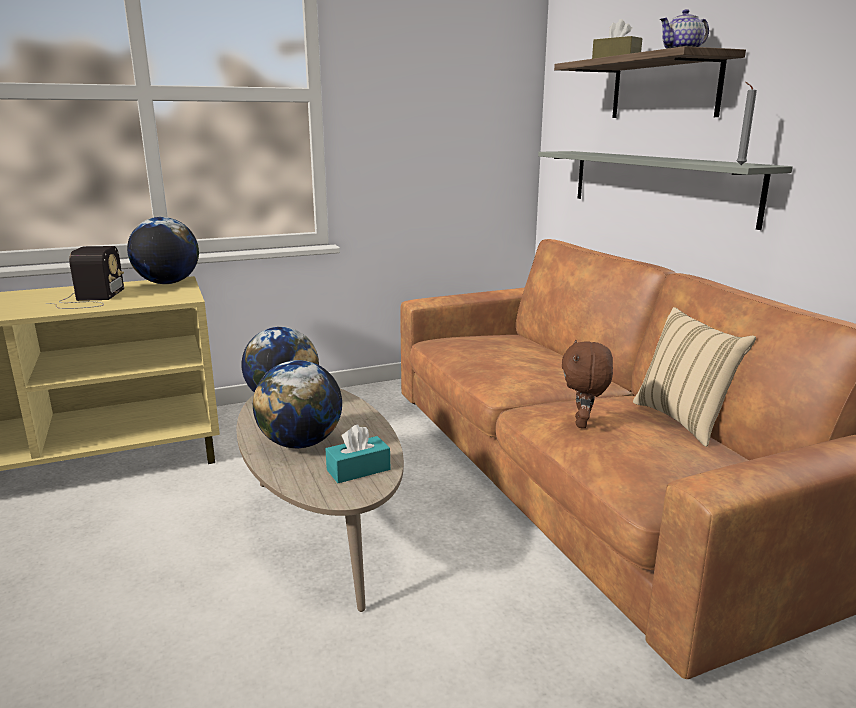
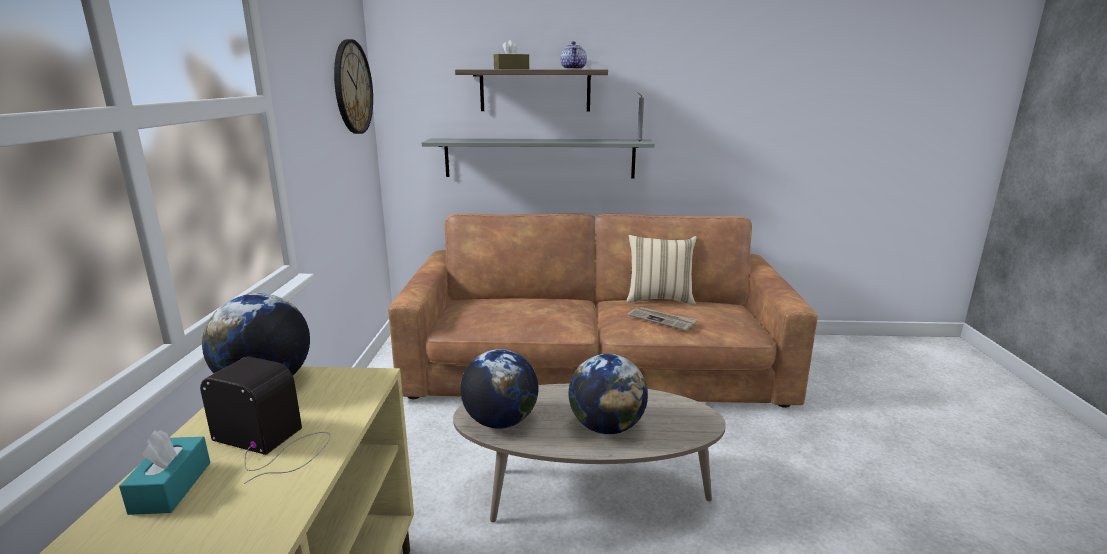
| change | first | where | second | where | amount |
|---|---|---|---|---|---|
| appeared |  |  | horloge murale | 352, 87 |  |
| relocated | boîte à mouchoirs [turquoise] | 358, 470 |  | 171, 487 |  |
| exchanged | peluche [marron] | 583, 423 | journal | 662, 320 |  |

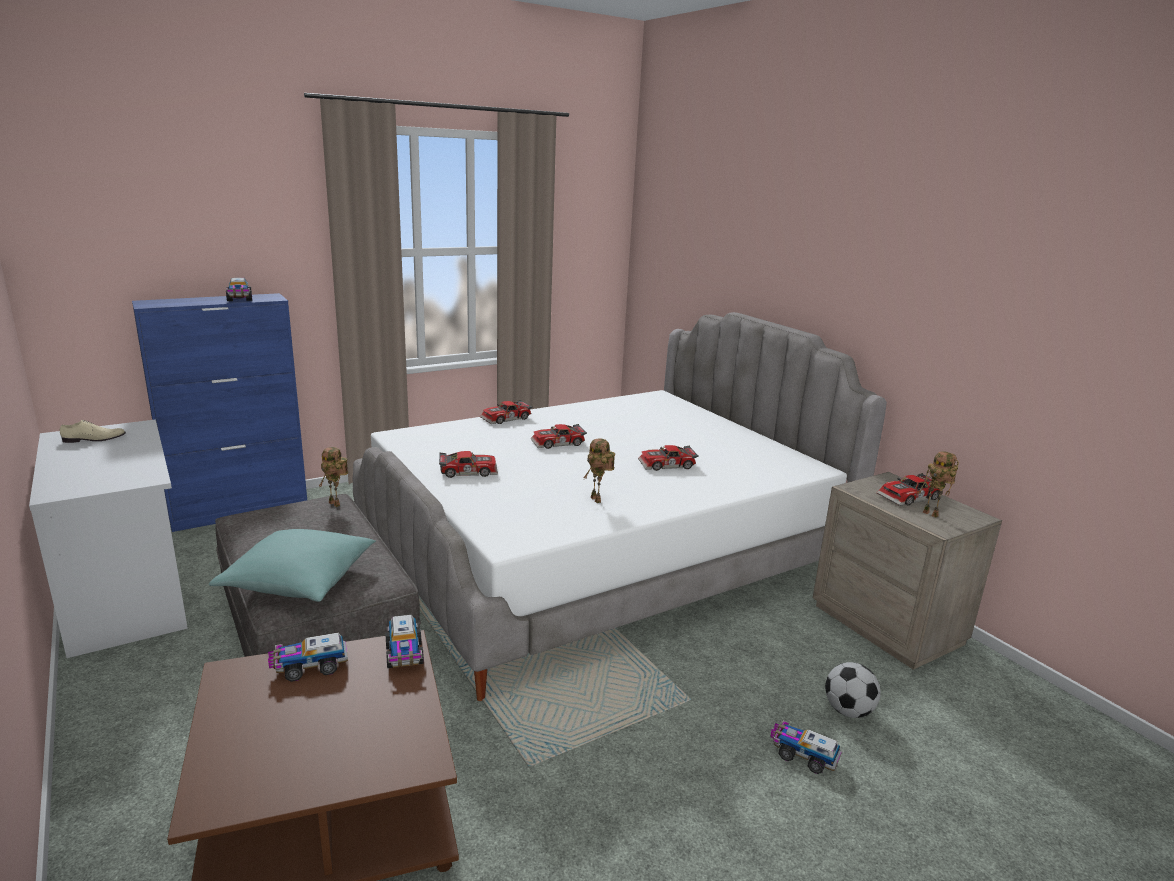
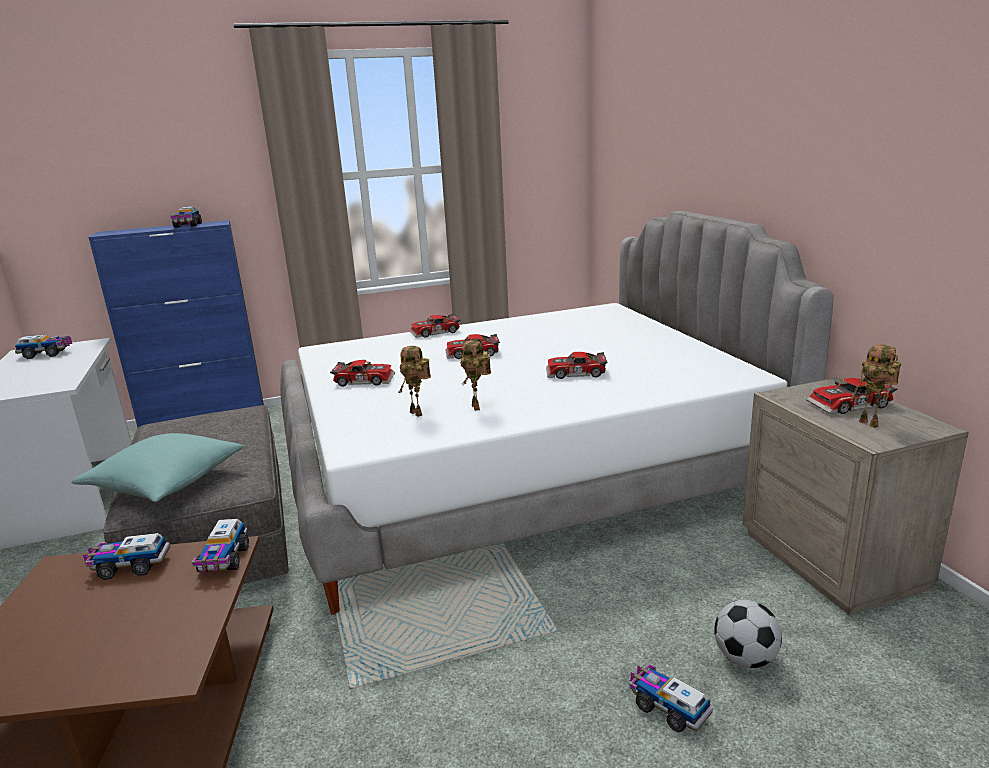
| change | first | where | second | where | amount |
|---|---|---|---|---|---|
| relocated | robot jouet | 336, 504 |  | 418, 413 |  |
| exchanged | chaussure [beige] | 94, 439 | camion jouet | 47, 354 |  |

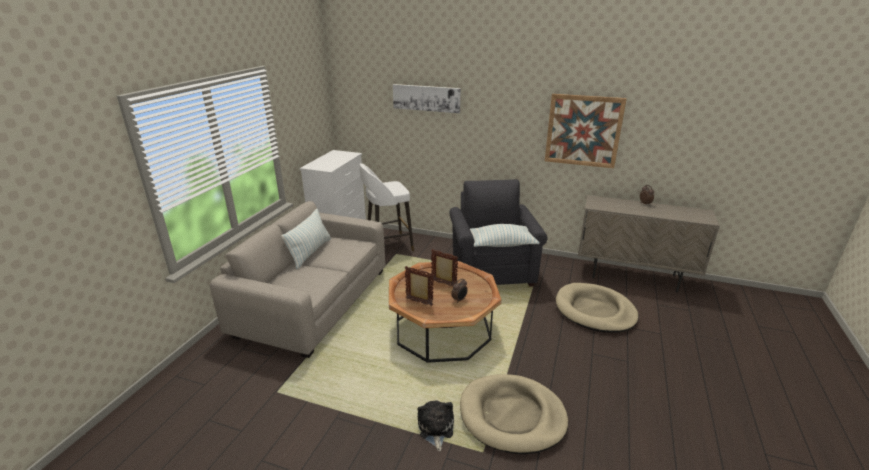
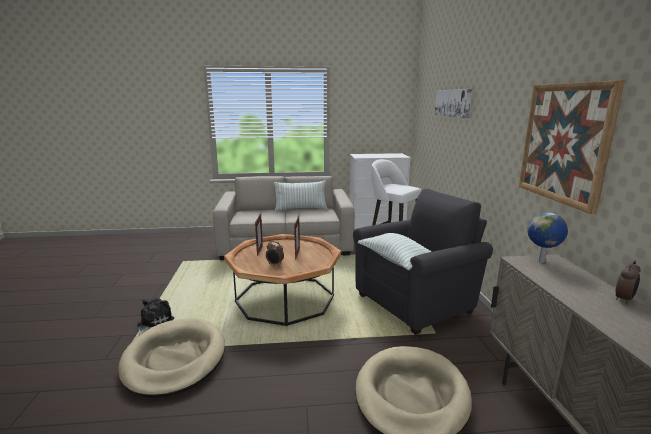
| change | first | where | second | where | amount |
|---|---|---|---|---|---|
| appeared |  |  | globe | 542, 261 |  |
| spun | peluche | 435, 429 |  | 153, 323 | 45 degrees counterclockwise |

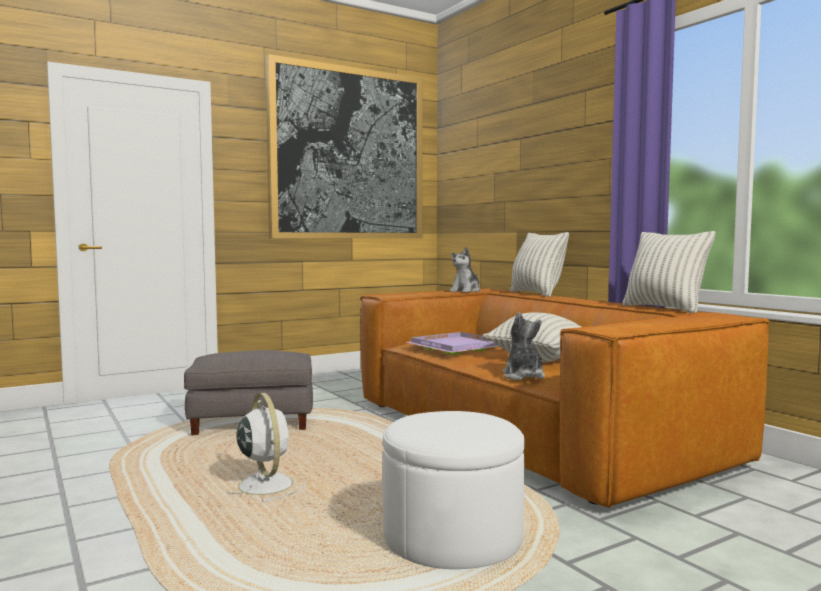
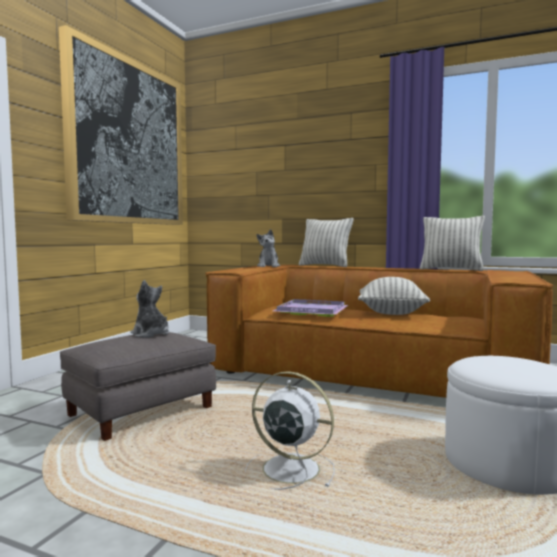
| change | first | where | second | where | amount |
|---|---|---|---|---|---|
| relocated | peluche | 523, 376 |  | 150, 334 |  |

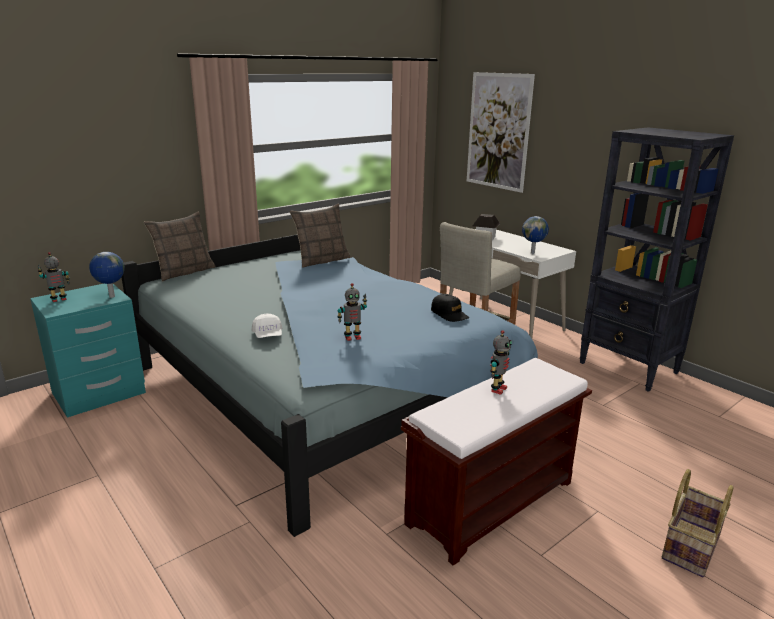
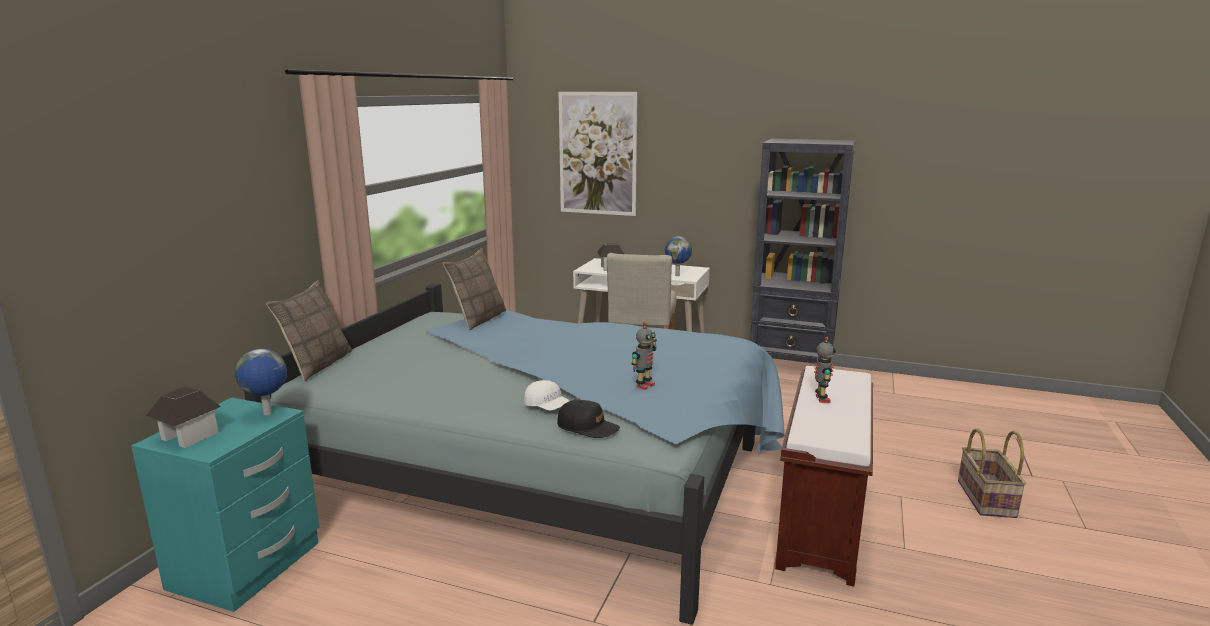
| change | first | where | second | where | amount |
|---|---|---|---|---|---|
| relocated | casquette [noir] | 449, 314 |  | 588, 427 |  |
| exchanged | robot jouet | 59, 300 | maison miniature | 189, 436 |  |

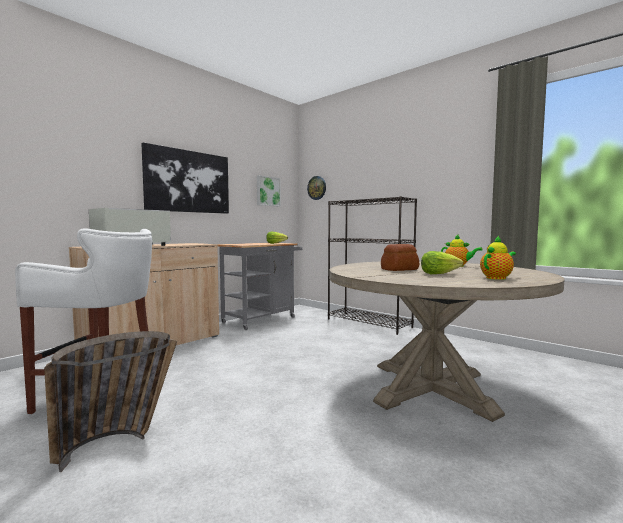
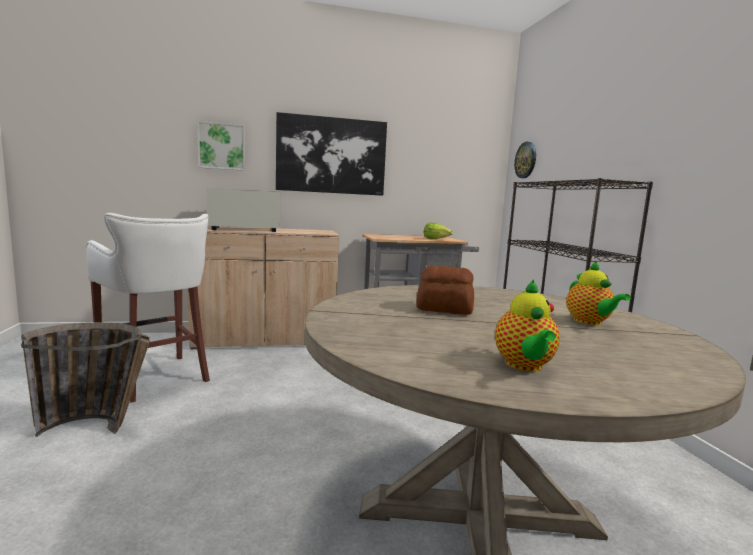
| change | first | where | second | where | amount |
|---|---|---|---|---|---|
| missing | laitue | 439, 274 |  |  |  |
| relocated | tableau | 267, 191 |  | 221, 146 |  |
| spun | théière | 497, 278 |  | 524, 366 | 90 degrees clockwise |

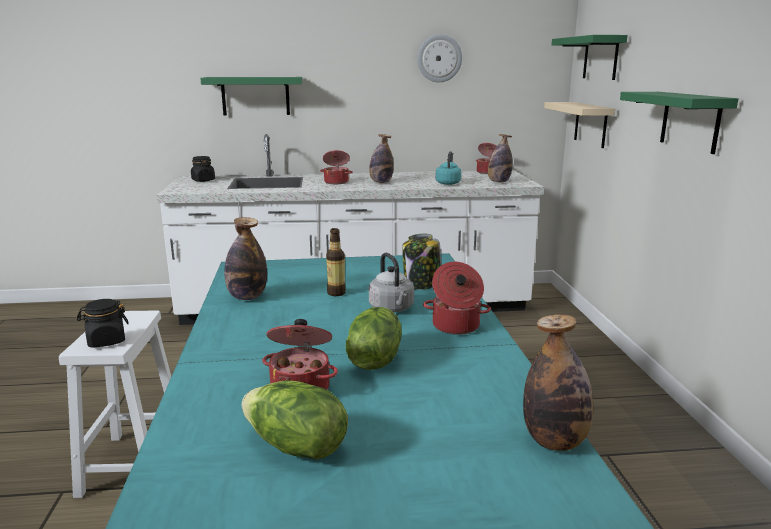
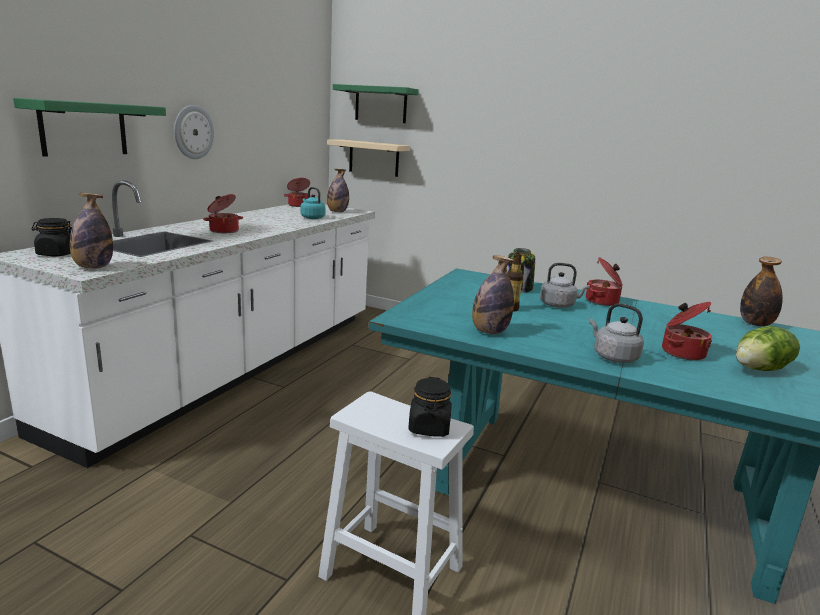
| change | first | where | second | where | amount |
|---|---|---|---|---|---|
| missing | laitue | 374, 359 |  |  |  |
| missing | étagère [vert] | 690, 121 |  |  |  |
| appeared |  |  | bouilloire [gris] | 613, 357 |  |
| relocated | bouteille | 381, 182 |  | 93, 267 |  |
| relocated | horloge murale | 439, 58 |  | 193, 132 |  |

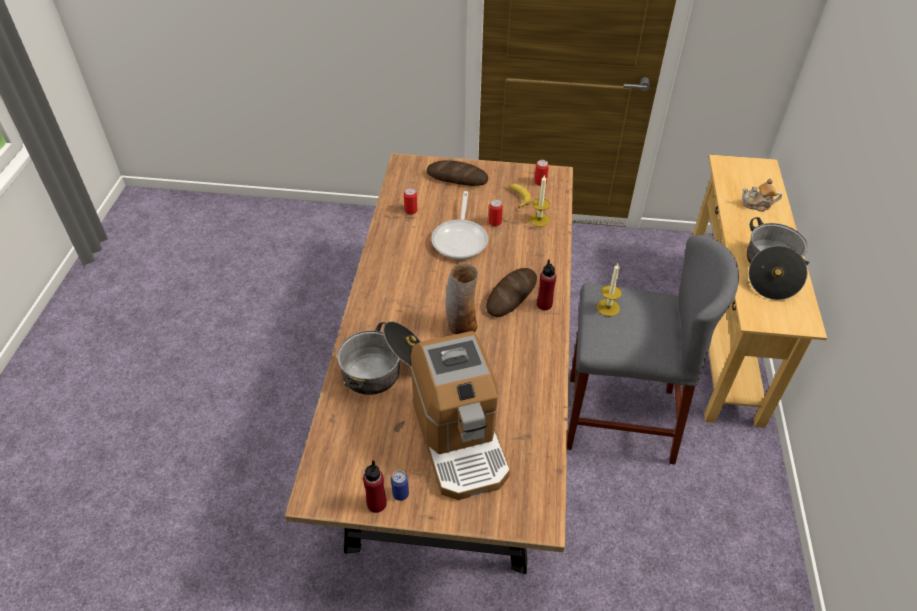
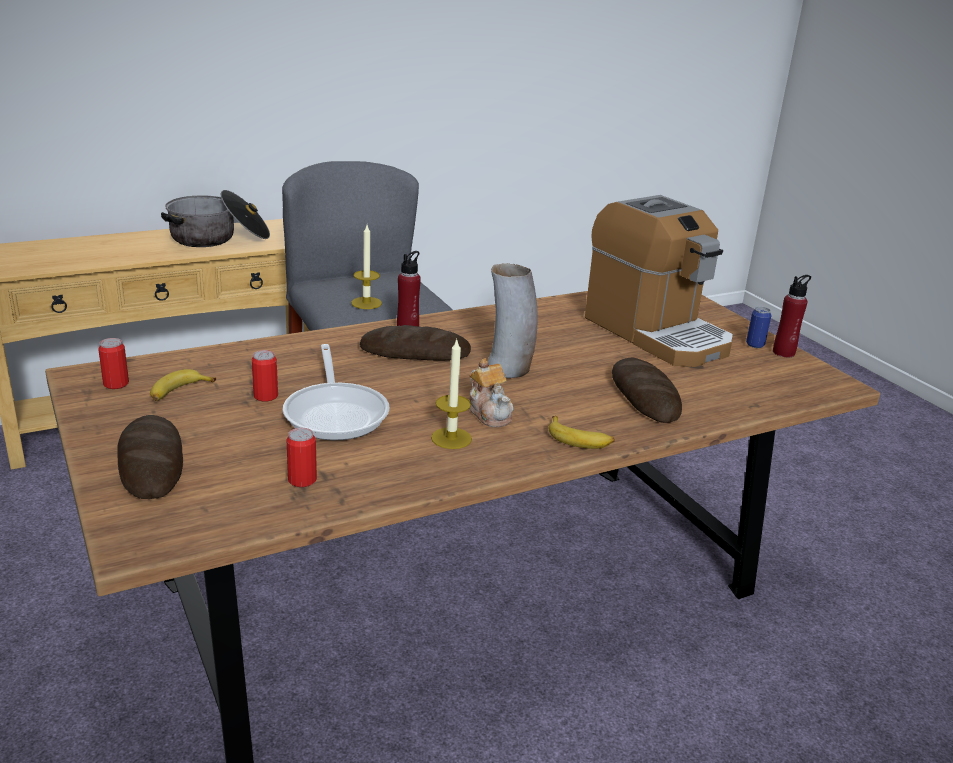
| change | first | where | second | where | amount |
|---|---|---|---|---|---|
| appeared |  |  | banane | 579, 439 |  |
| relocated | bougie | 539, 219 |  | 451, 438 |  |
| relocated | théière | 757, 205 |  | 490, 413 |  |
| exchanged | marmite | 384, 369 | pain | 644, 396 |  |
| spun | machine à café | 460, 440 |  | 656, 333 | 105 degrees clockwise |
| spun | poêle | 461, 239 |  | 336, 413 | 105 degrees clockwise |

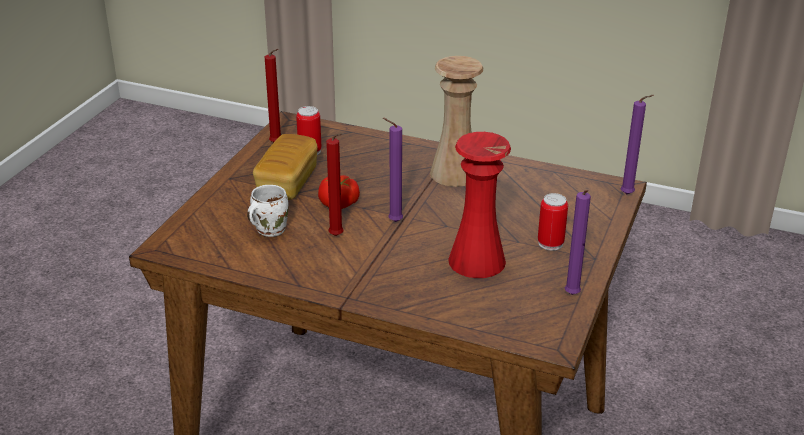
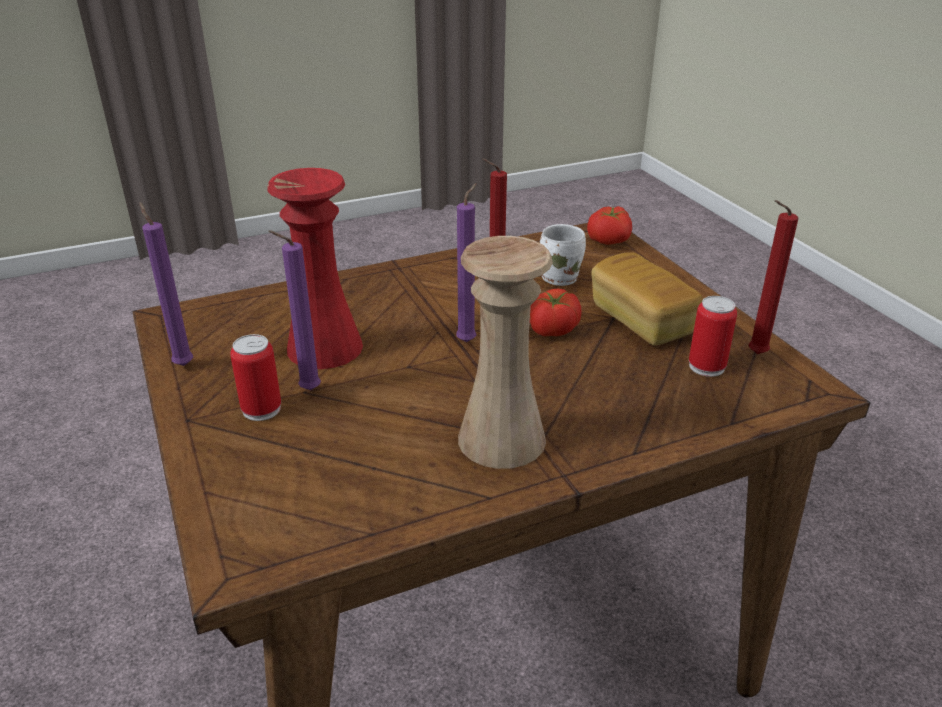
| change | first | where | second | where | amount |
|---|---|---|---|---|---|
| appeared |  |  | tomate | 609, 240 |  |
| relocated | bougie [violet] | 629, 195 |  | 306, 390 |  |

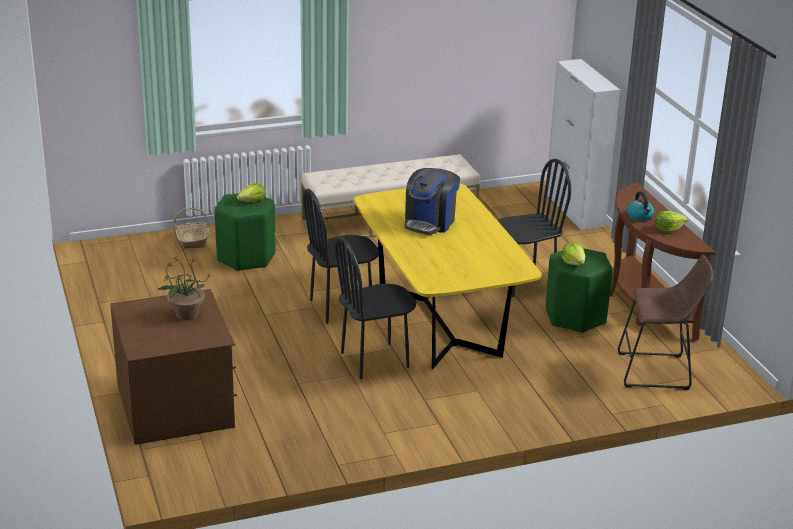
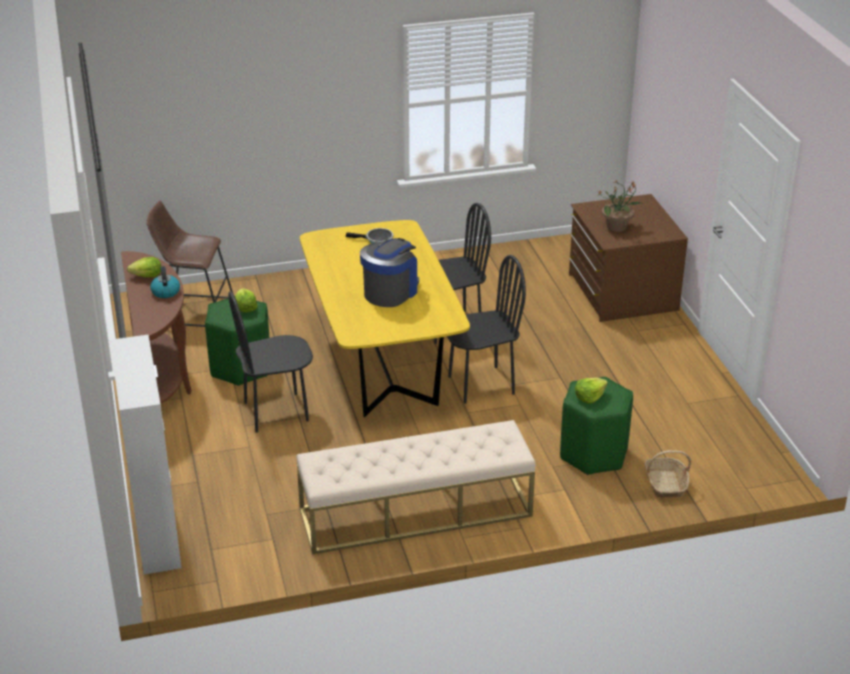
| change | first | where | second | where | amount |
|---|---|---|---|---|---|
| appeared |  |  | poêle | 377, 240 |  |

